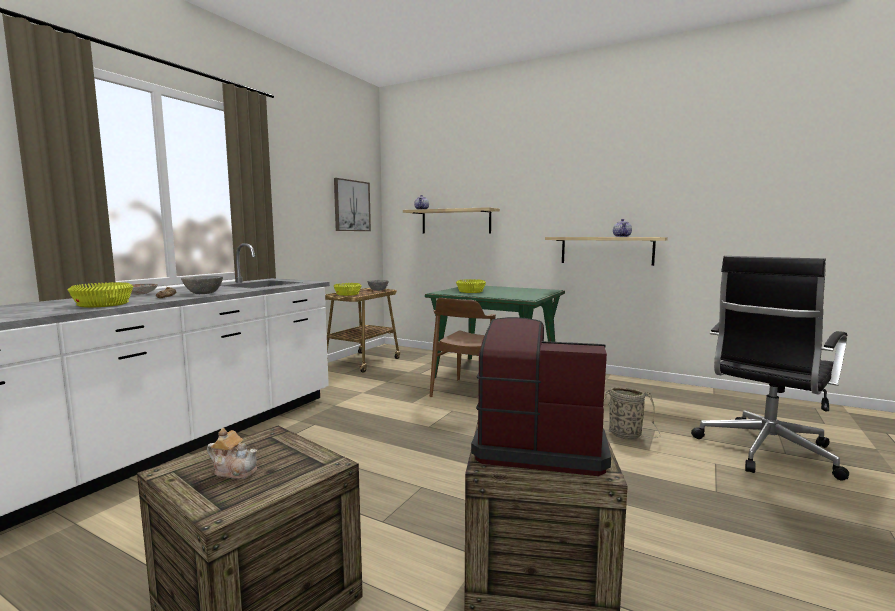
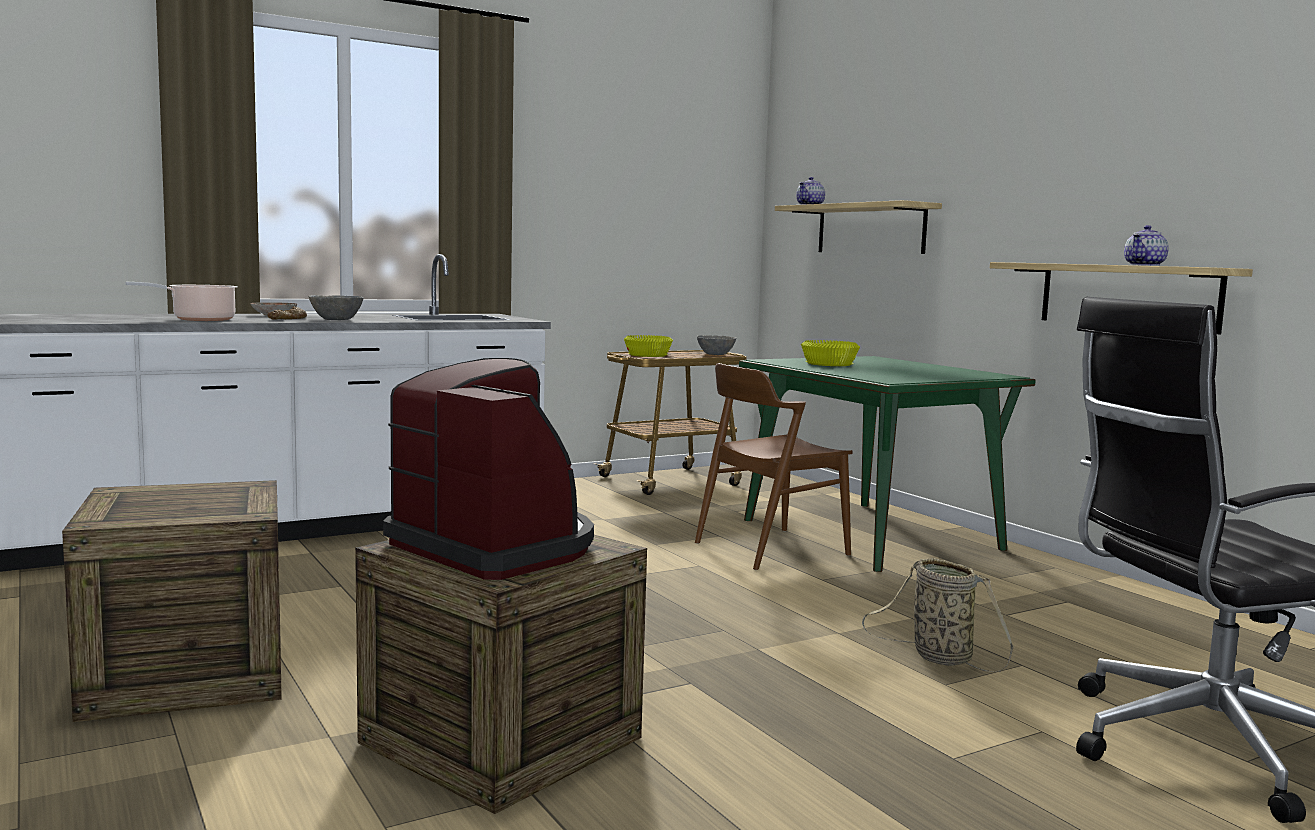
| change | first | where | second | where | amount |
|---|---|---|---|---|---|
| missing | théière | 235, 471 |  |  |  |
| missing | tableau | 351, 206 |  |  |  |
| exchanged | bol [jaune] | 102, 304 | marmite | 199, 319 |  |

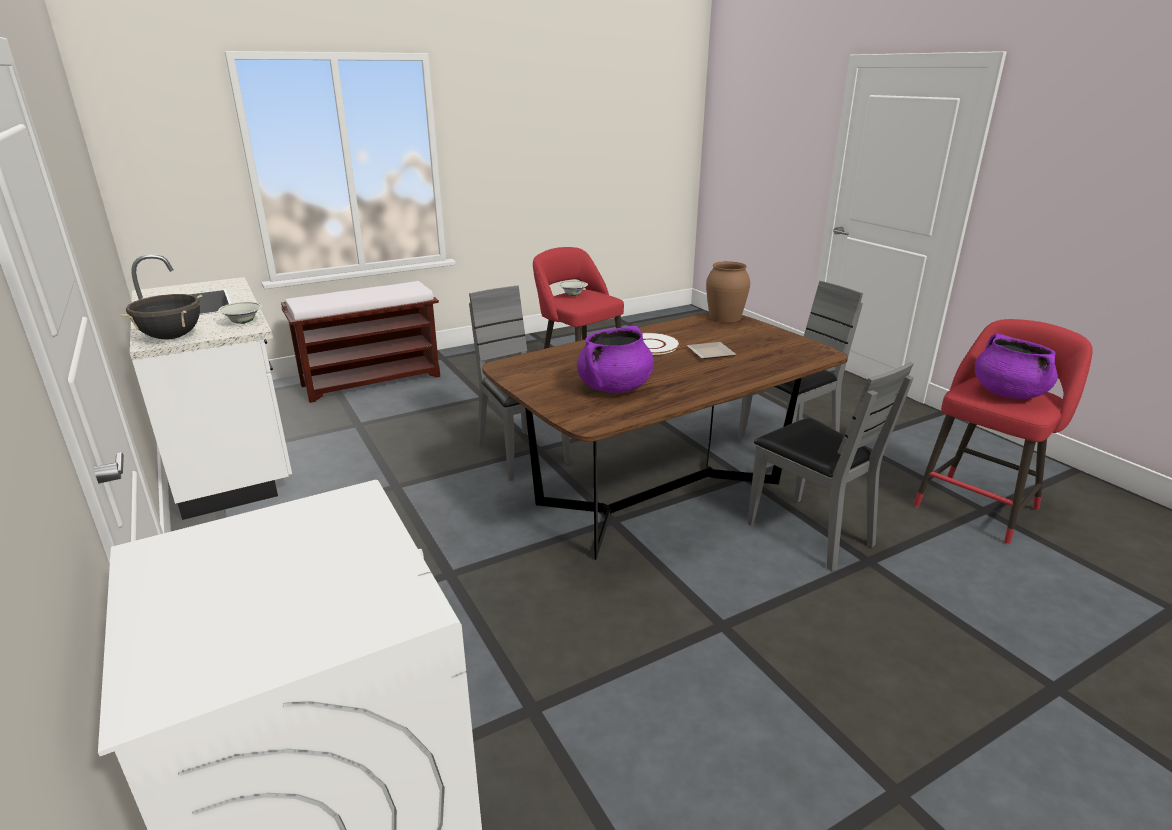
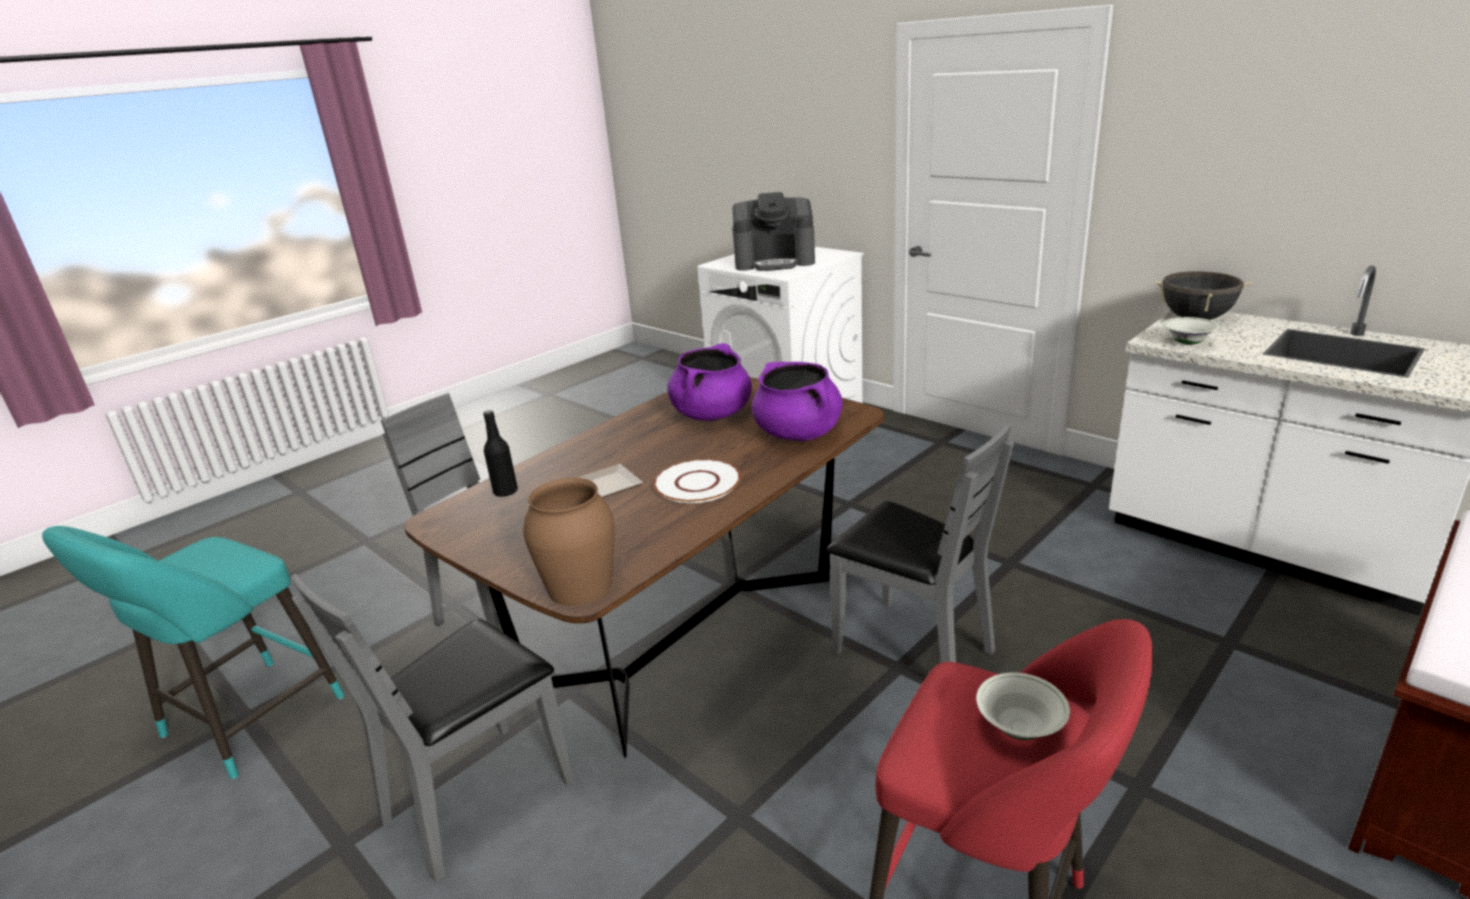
| change | first | where | second | where | amount |
|---|---|---|---|---|---|
| appeared |  |  | bouteille [noir] | 505, 492 |  |
| appeared |  |  | machine à café | 775, 262 |  |
| relocated | marmite [violet] | 1007, 393 |  | 798, 434 |  |
| colour | tabouret [rouge] | 978, 505 | tabouret [turquoise] | 244, 723 |  |

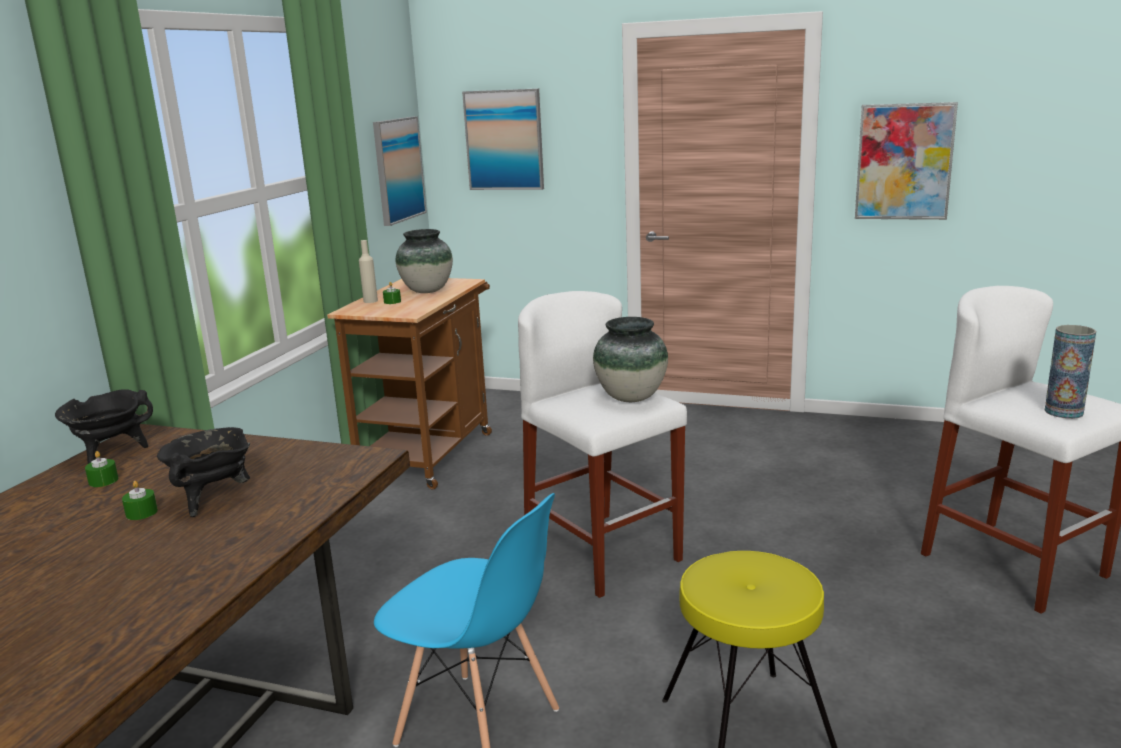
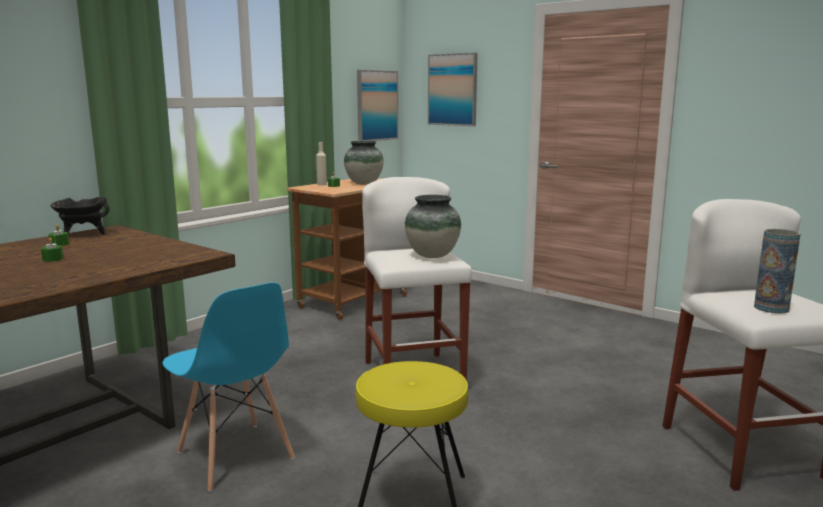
| change | first | where | second | where | amount |
|---|---|---|---|---|---|
| missing | marmite [noir] | 213, 499 |  |  |  |
| missing | tableau | 904, 162 |  |  |  |

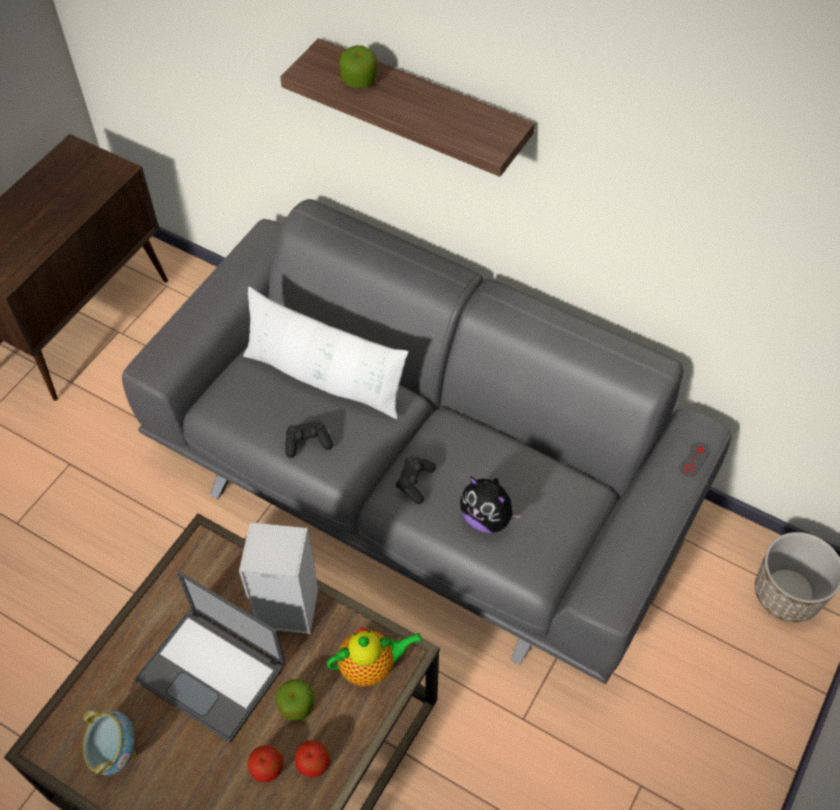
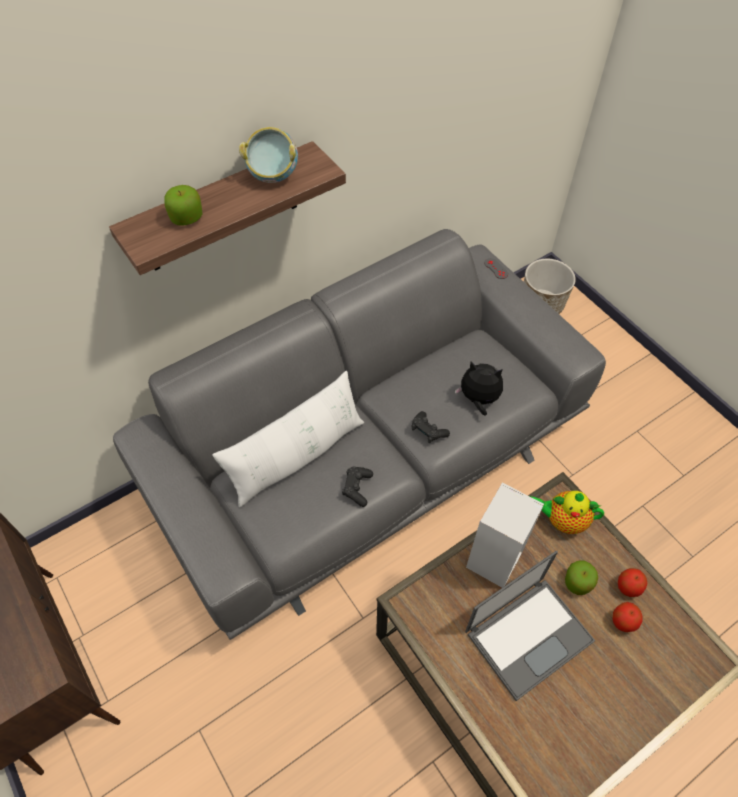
| change | first | where | second | where | amount |
|---|---|---|---|---|---|
| relocated | bol | 114, 751 |  | 272, 176 |  |
| spun | théière | 371, 666 |  | 562, 520 | 90 degrees counterclockwise |
| spun | peluche | 487, 518 |  | 478, 399 | 135 degrees counterclockwise |

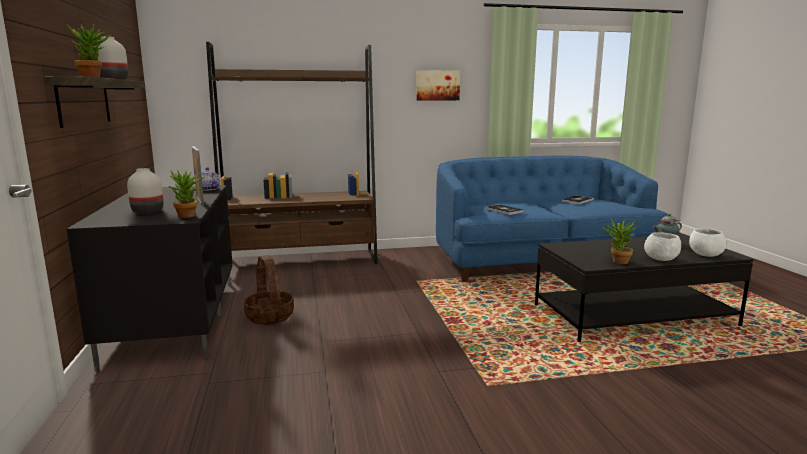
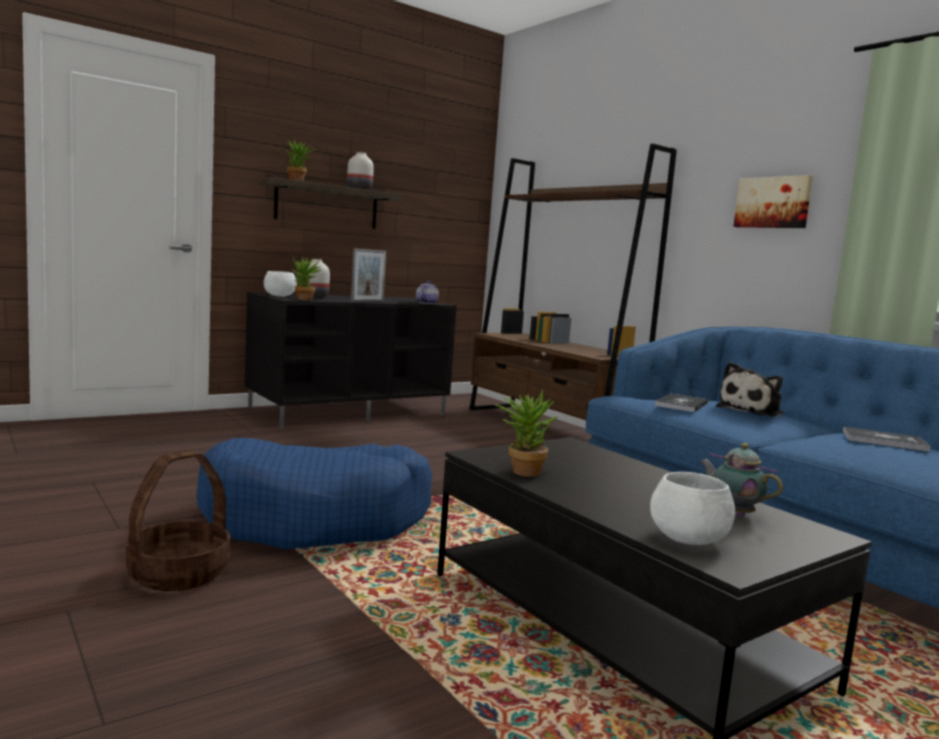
| change | first | where | second | where | amount |
|---|---|---|---|---|---|
| appeared |  |  | panier pour chien [bleu] | 316, 518 |  |
| appeared |  |  | peluche | 752, 411 |  |
| relocated | panier | 269, 316 |  | 178, 573 |  |
| relocated | bol [blanc] | 661, 259 |  | 279, 296 |  |

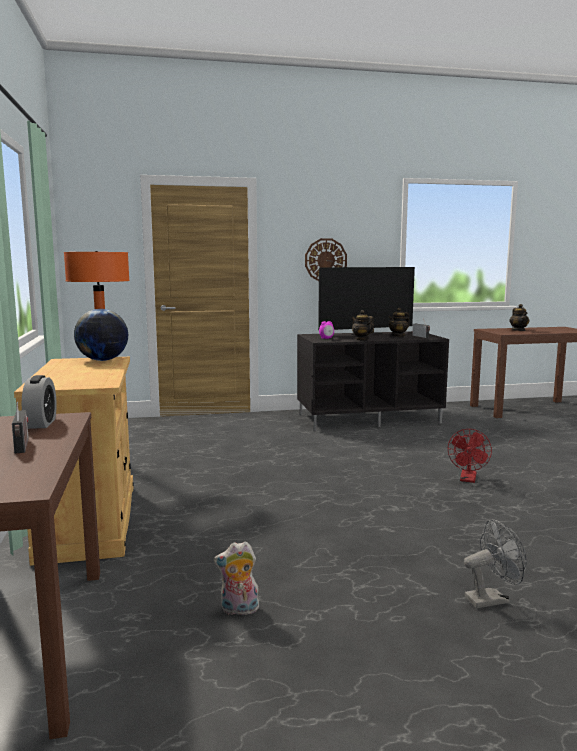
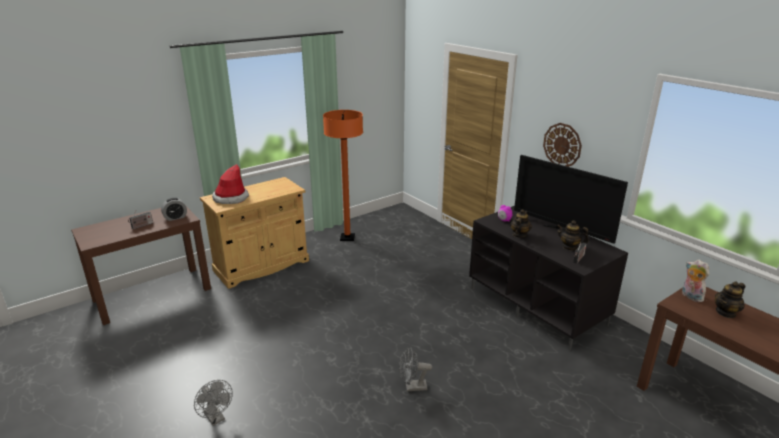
| change | first | where | second | where | amount |
|---|---|---|---|---|---|
| missing | globe | 103, 360 |  |  |  |
| appeared |  |  | chapeau | 231, 198 |  |
| relocated | peluche | 238, 610 |  | 690, 296 |  |
| colour | ventilateur [rouge] | 468, 479 | ventilateur [gris] | 412, 387 |  |

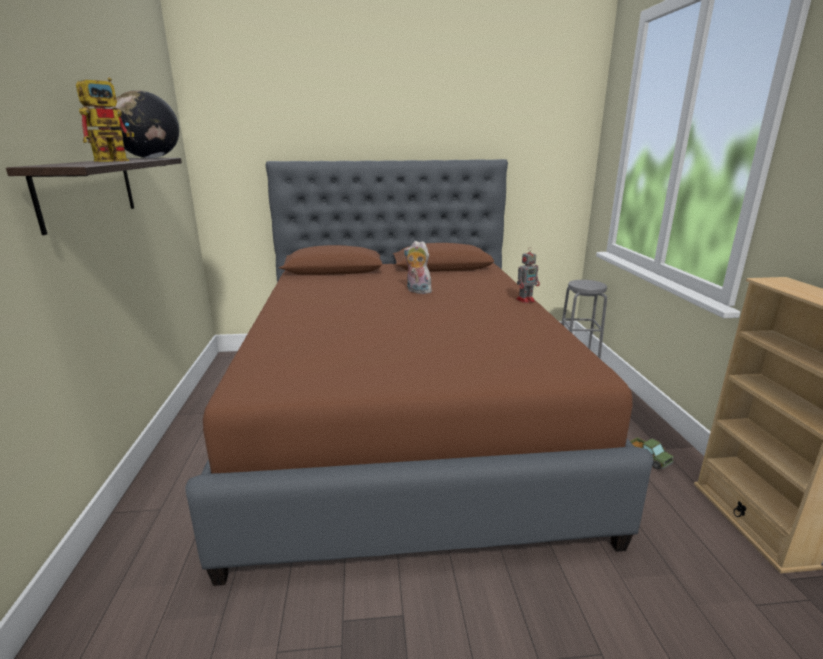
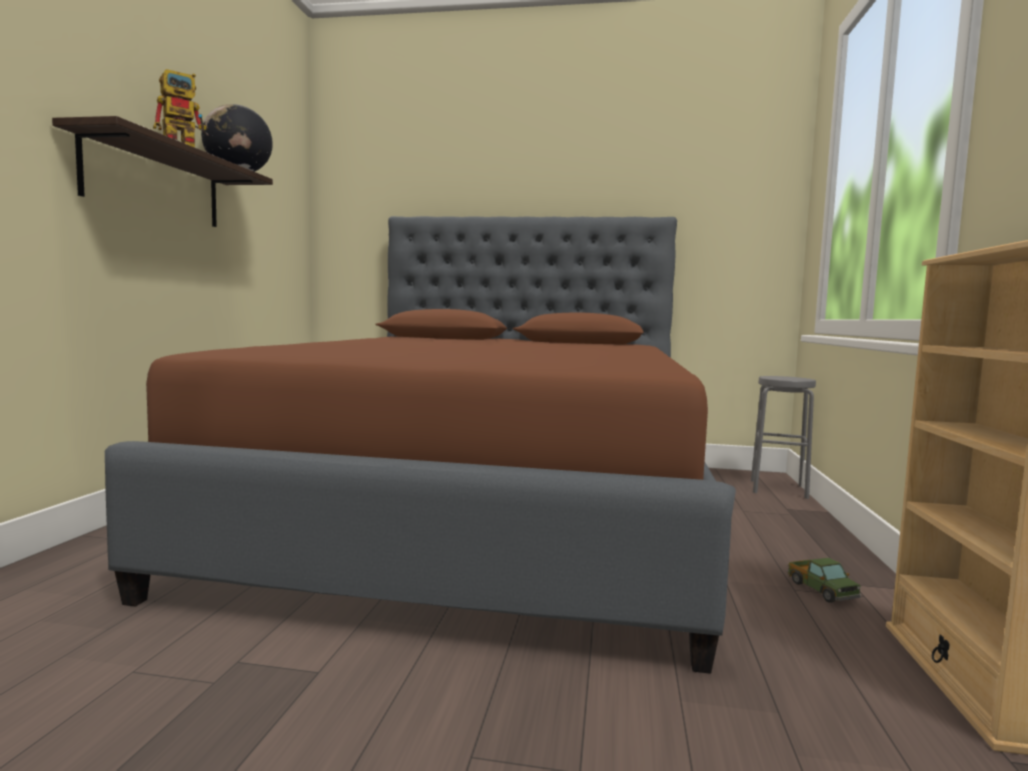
| change | first | where | second | where | amount |
|---|---|---|---|---|---|
| missing | peluche | 417, 291 |  |  |  |
| missing | robot jouet | 526, 300 |  |  |  |

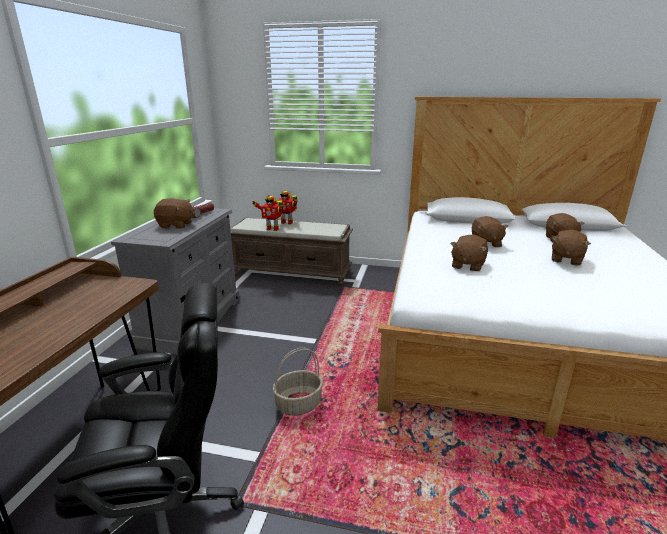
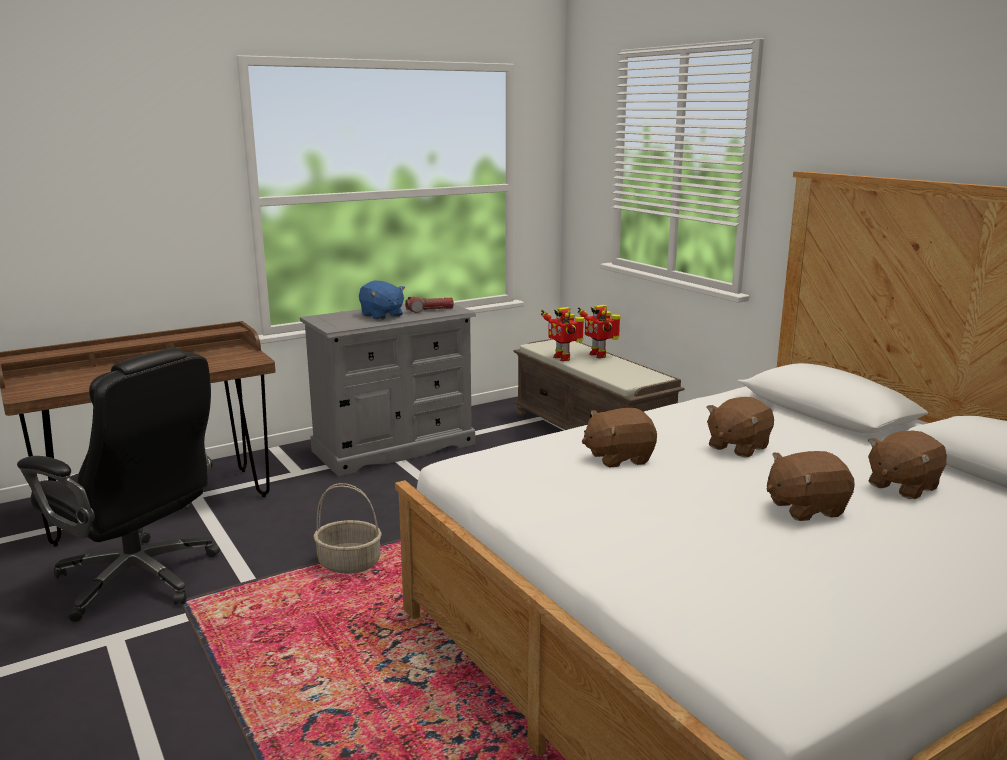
| change | first | where | second | where | amount |
|---|---|---|---|---|---|
| colour | peluche [marron] | 176, 225 | peluche [bleu] | 381, 315 |  |

